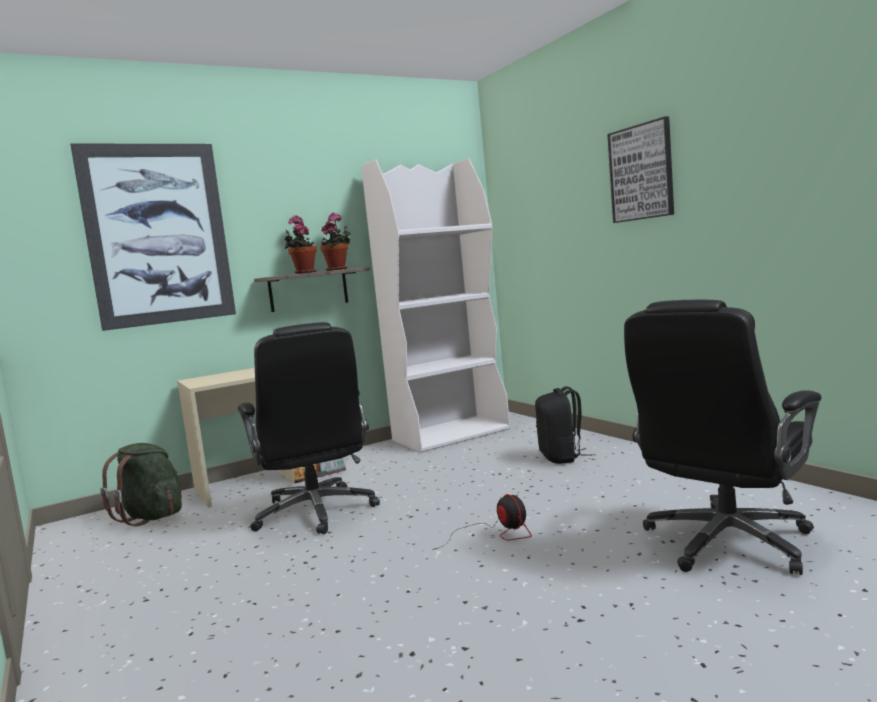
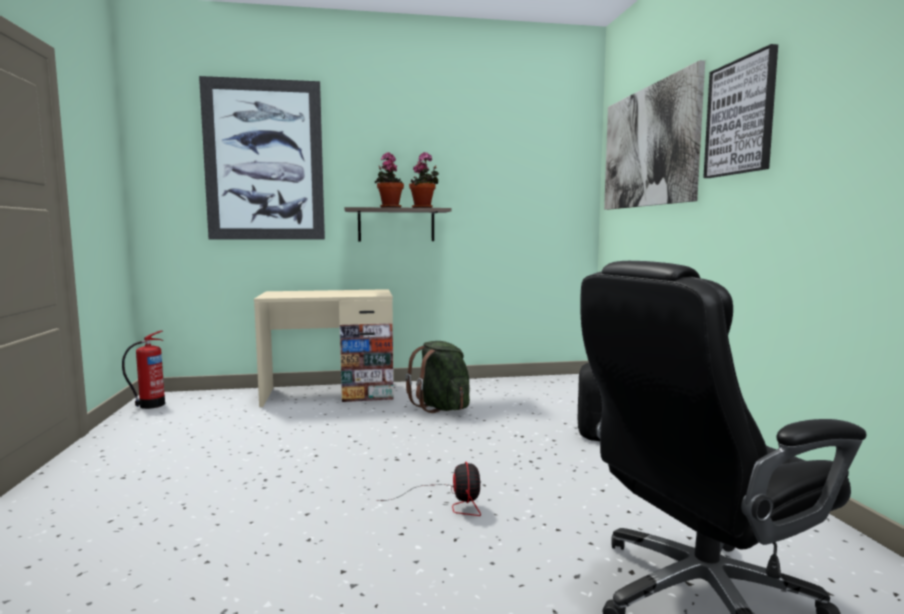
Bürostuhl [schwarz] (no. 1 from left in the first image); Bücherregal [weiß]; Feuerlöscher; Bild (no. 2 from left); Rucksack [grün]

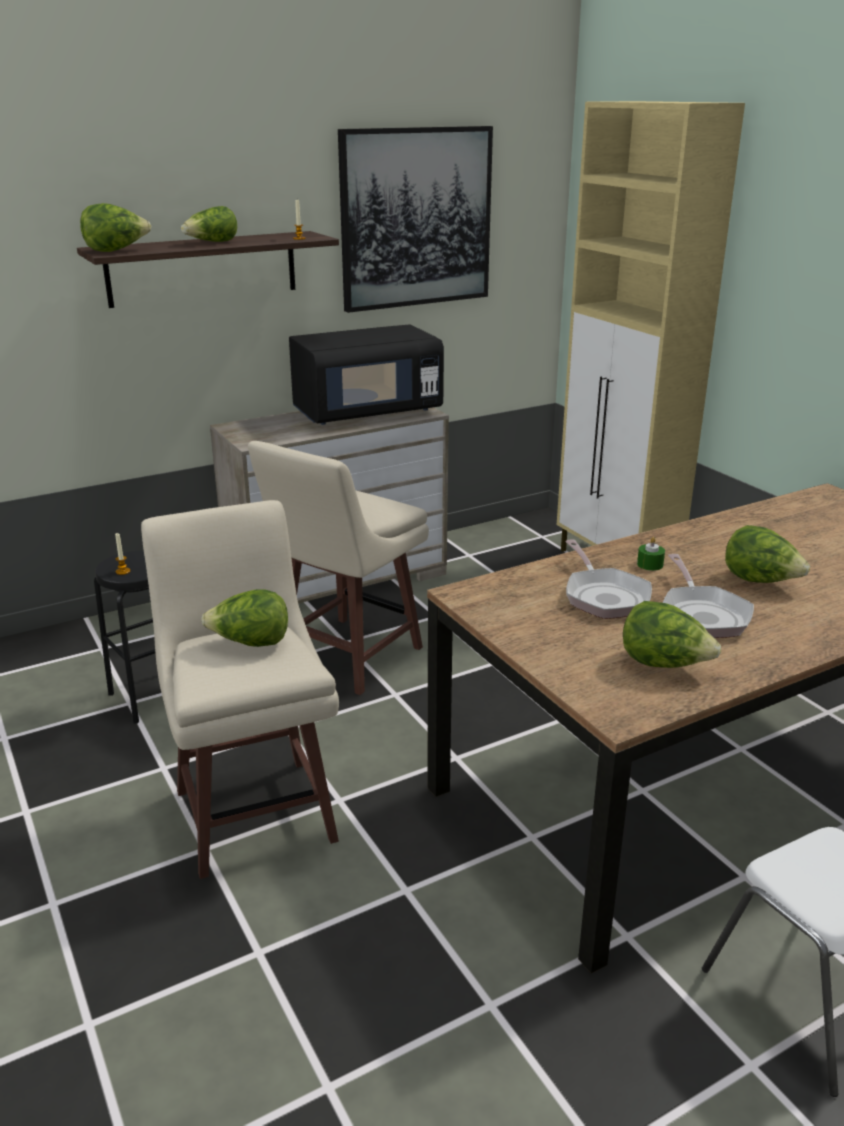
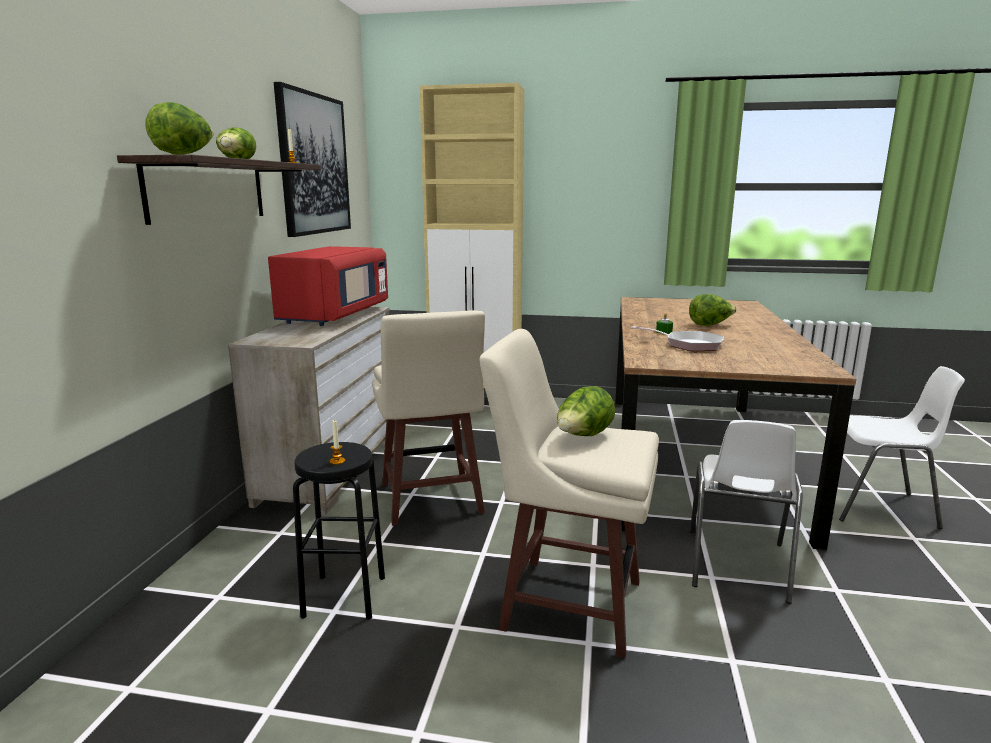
Salatkopf (no. 4 from left in the first image); Pfanne (no. 2 from left in the first image); Stuhl [weiß] (no. 1 from left); Mikrowelle [rot]

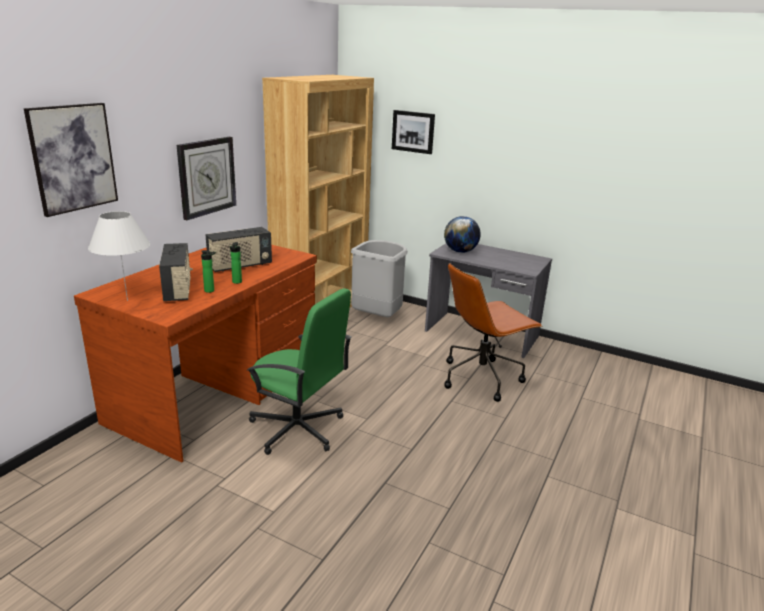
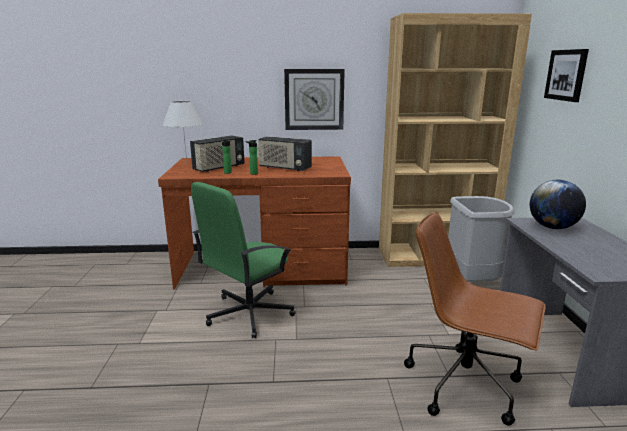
Bild (no. 1 from left in the first image); Bürostuhl [grün]

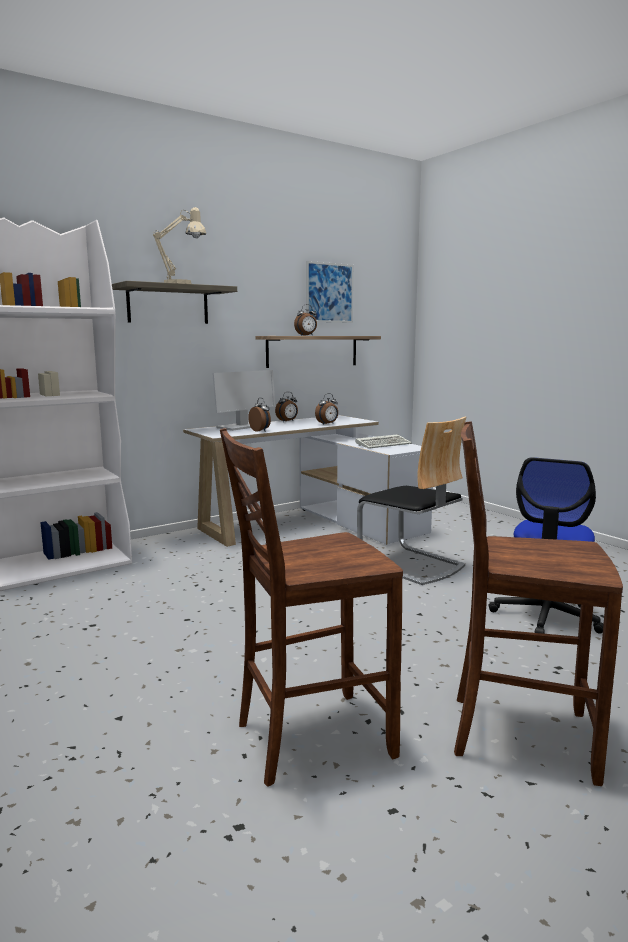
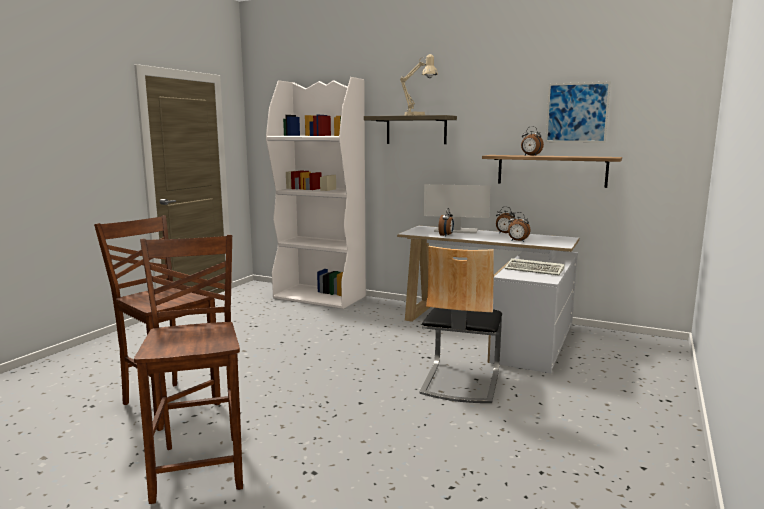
Bürostuhl

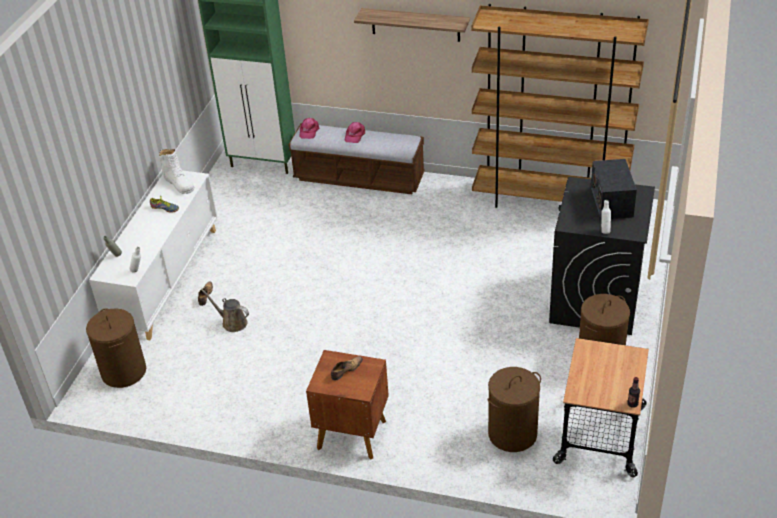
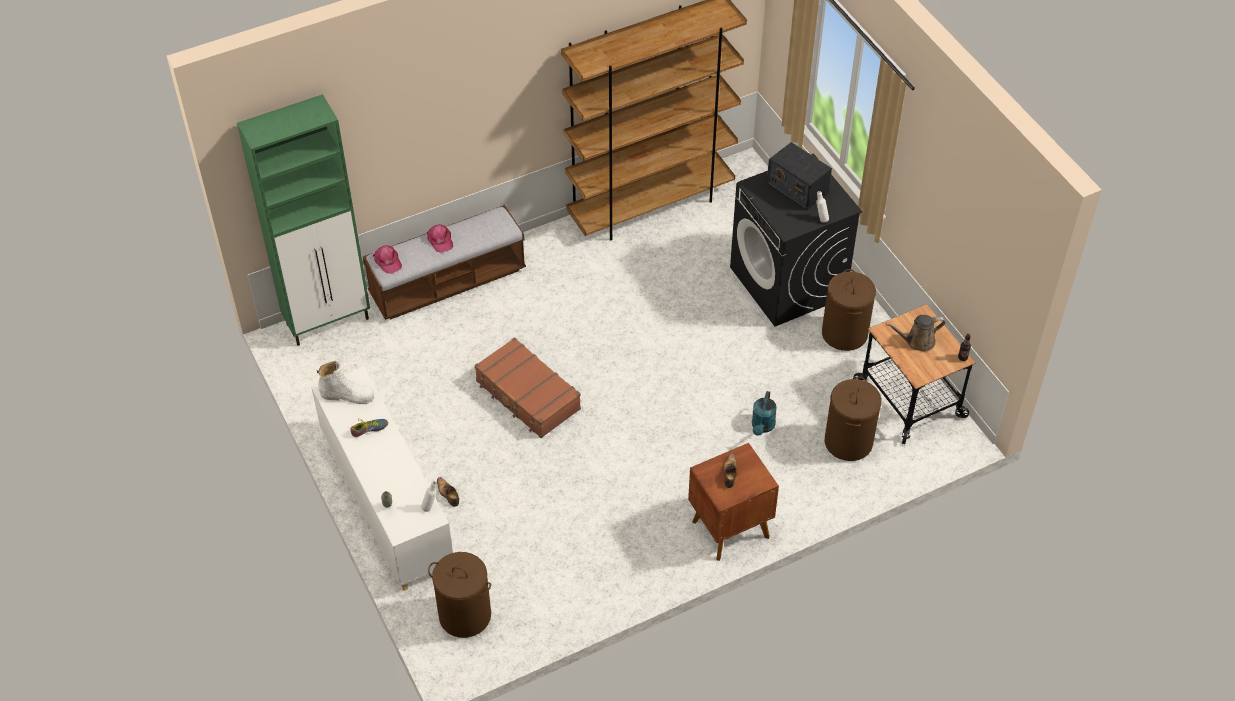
Wandregal; Koffer [braun]; Gießkanne [türkis]; Gießkanne [braun]

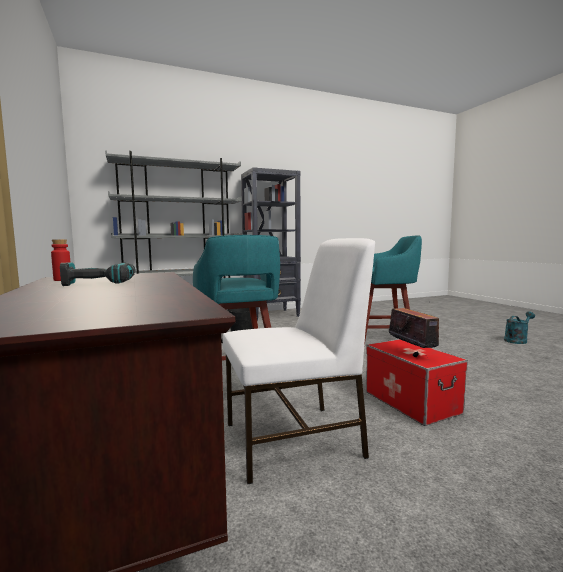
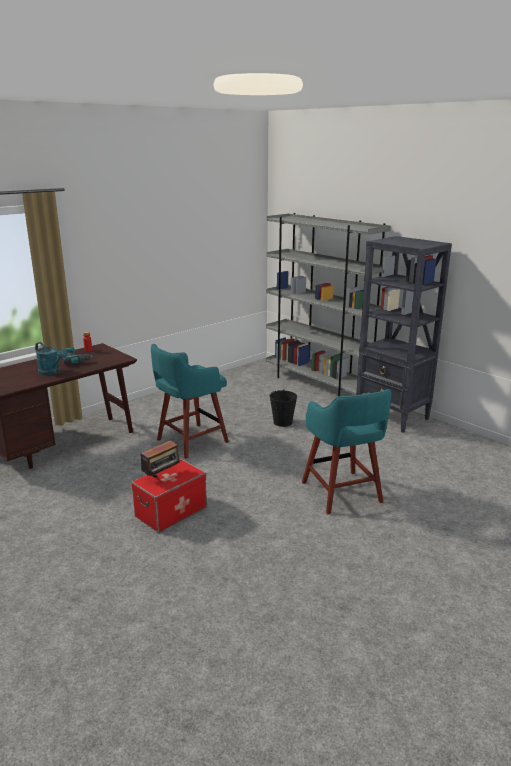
Stuhl [weiß]; Gießkanne [türkis]

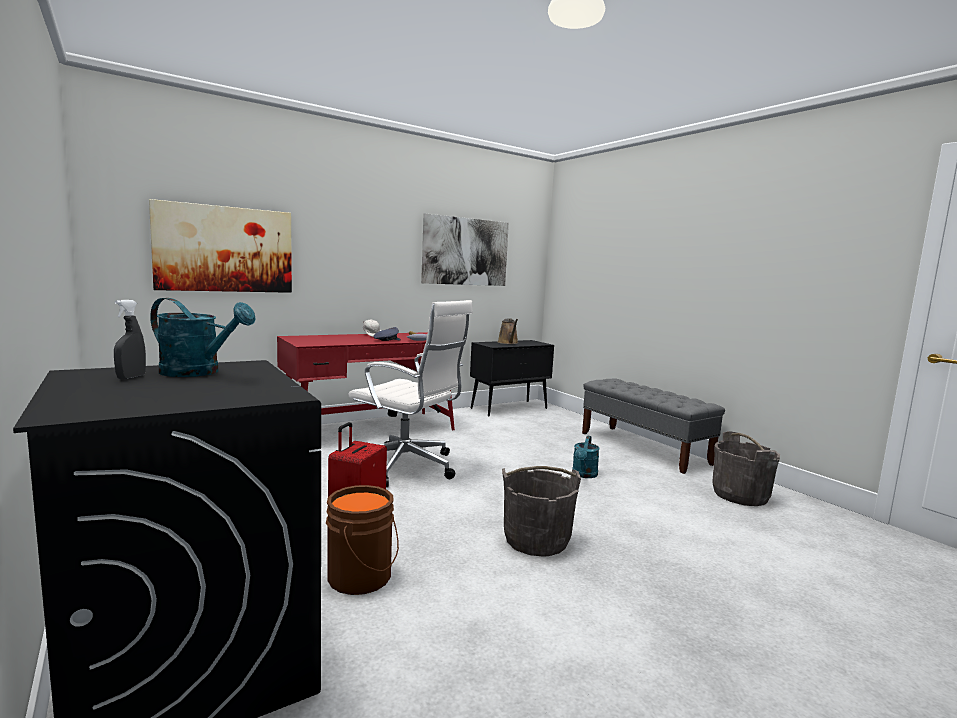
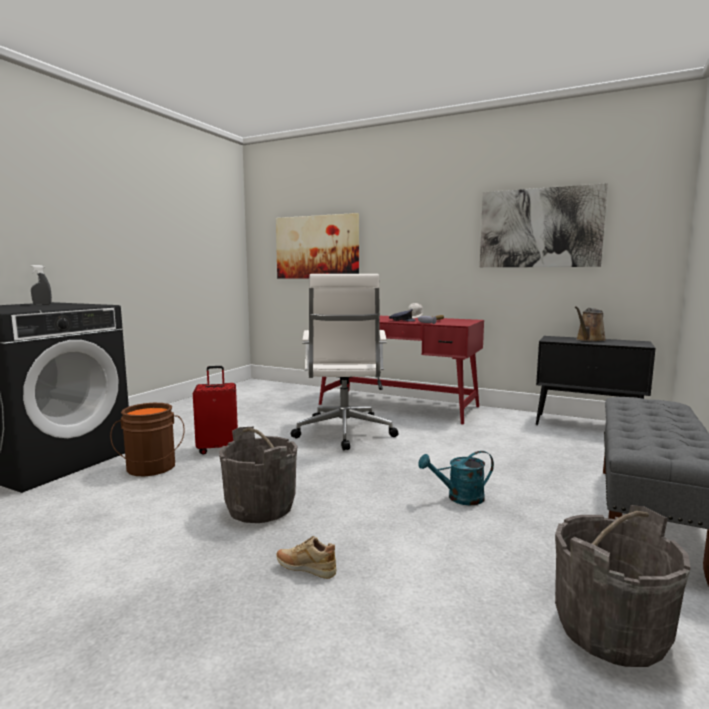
Gießkanne [türkis] (no. 1 from left in the first image); Schuh [beige]

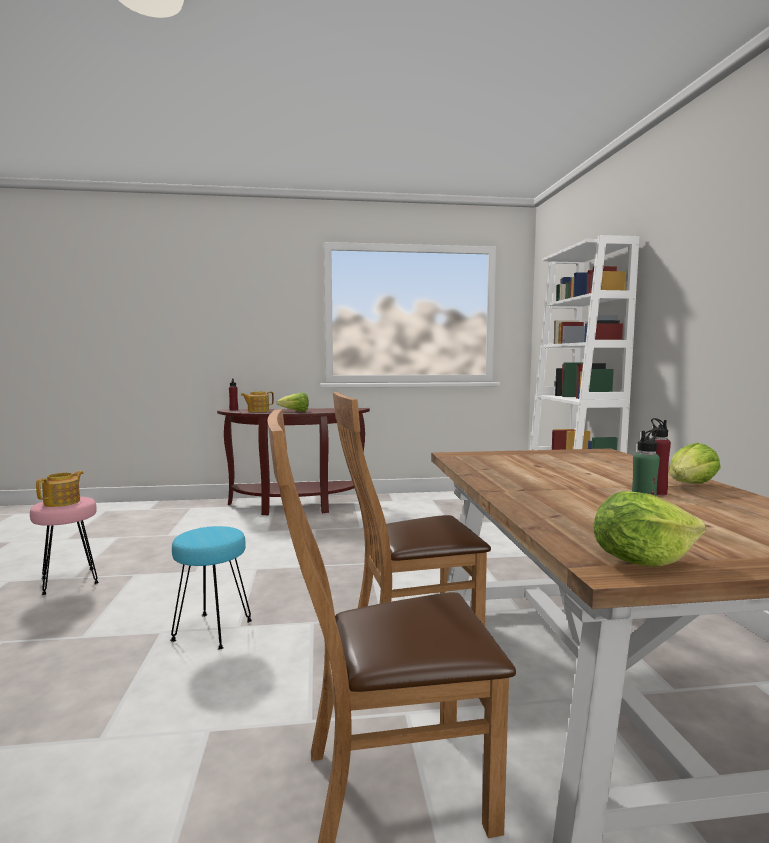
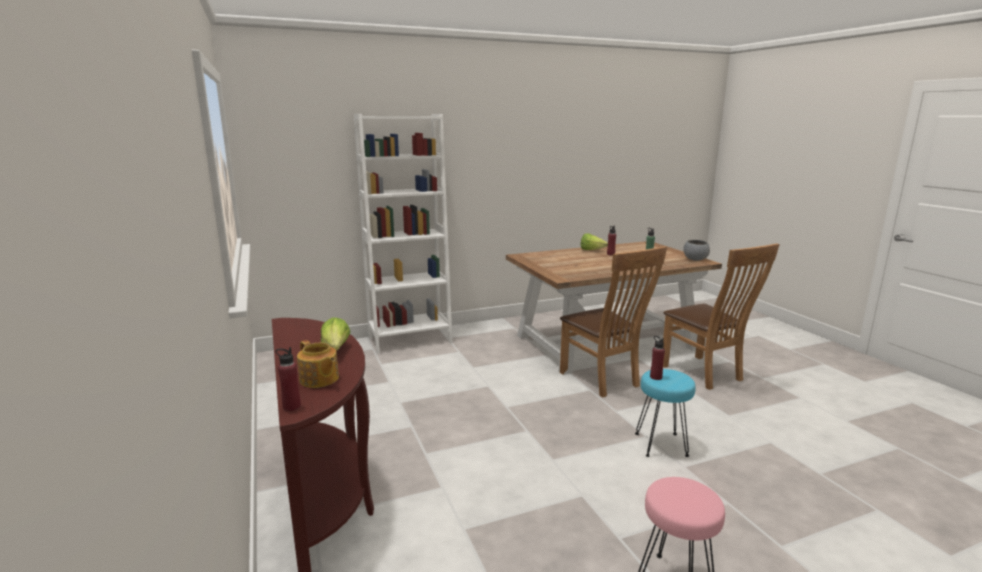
Teekanne (no. 1 from left in the first image); Flasche [rot] (no. 3 from left); Schüssel [grau]

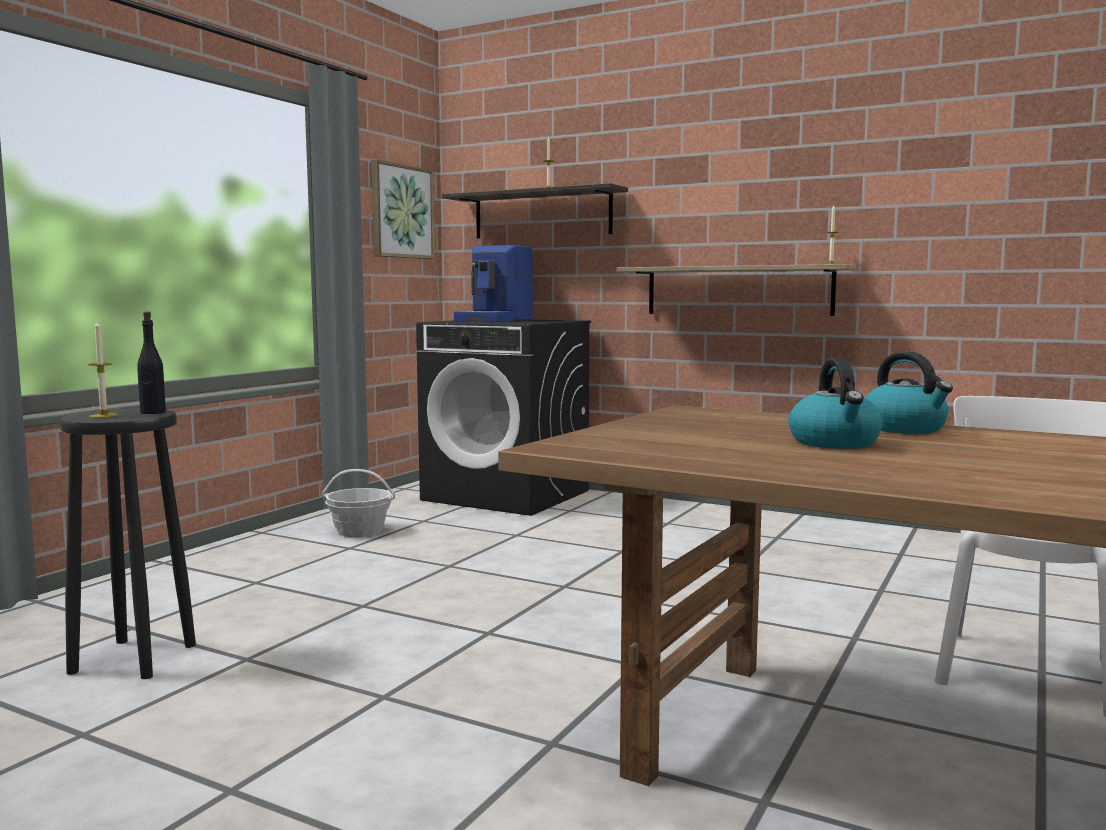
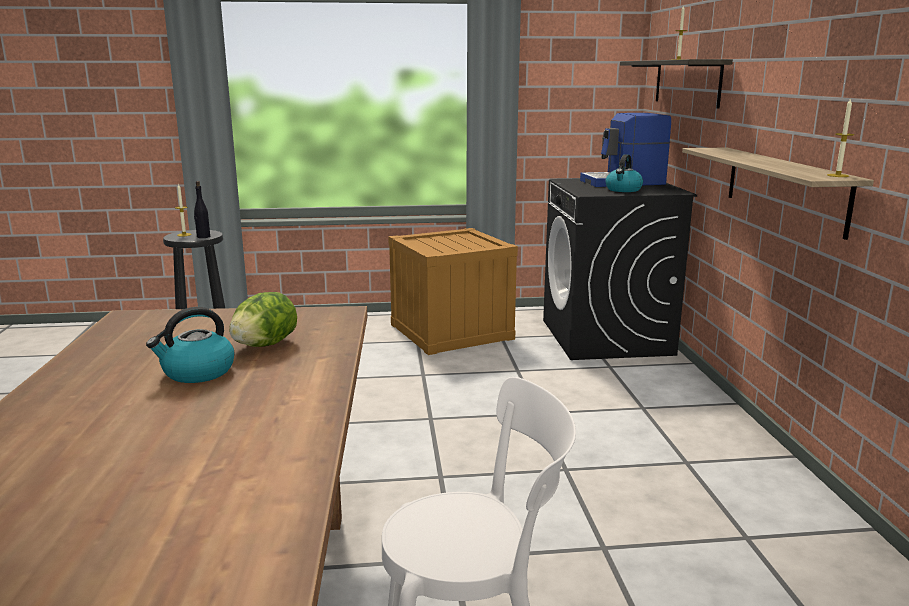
Bild; Salatkopf; Wasserkessel (no. 2 from left); Kiste

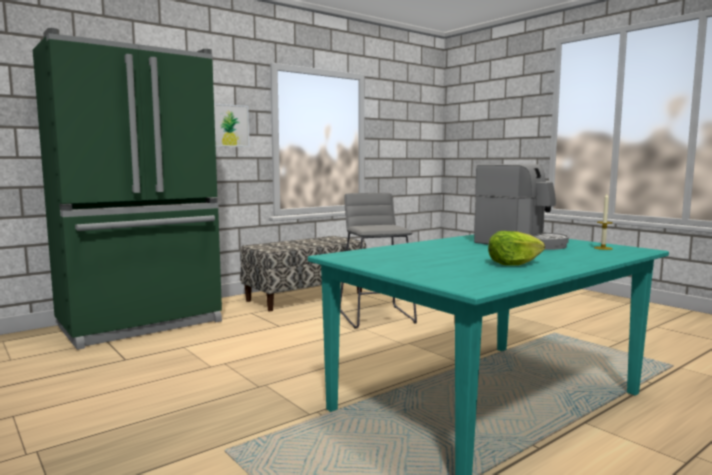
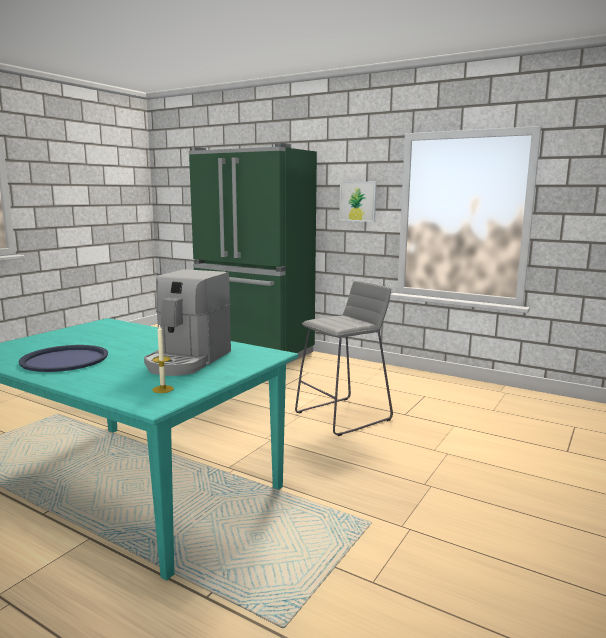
Bank; Tablett [blau]

